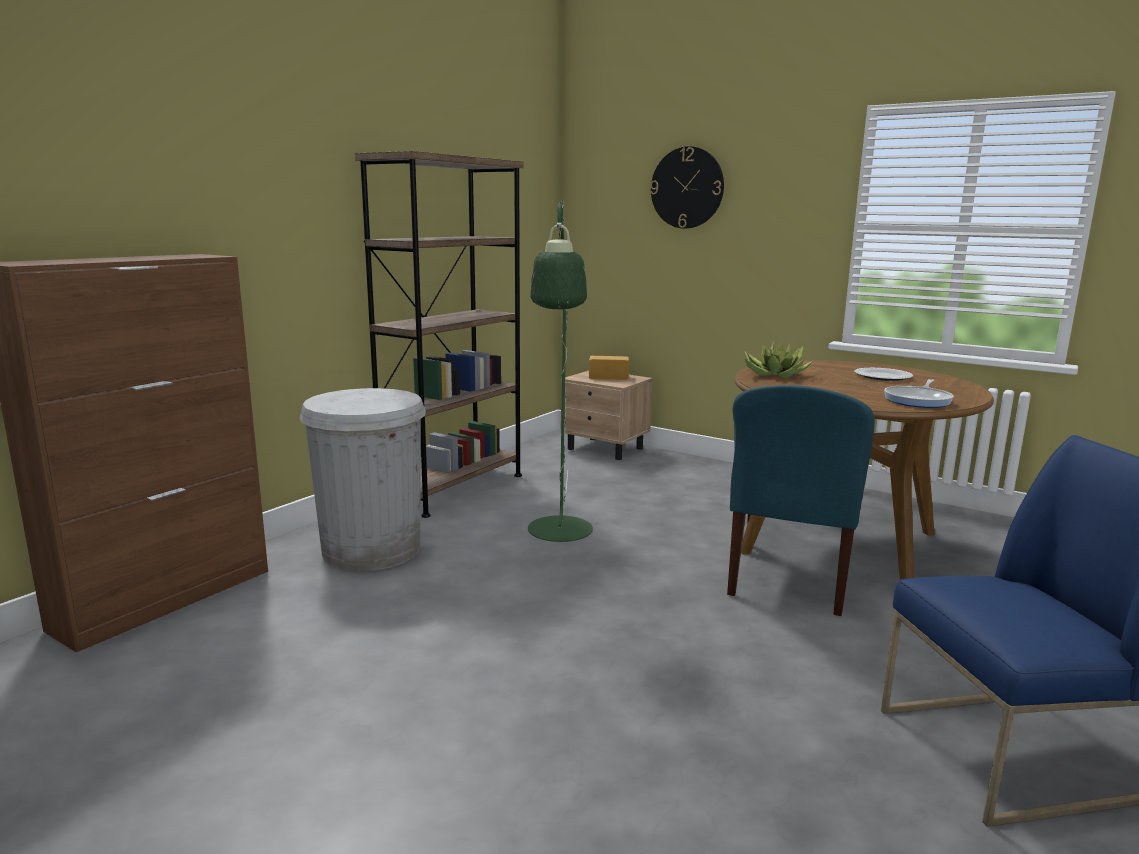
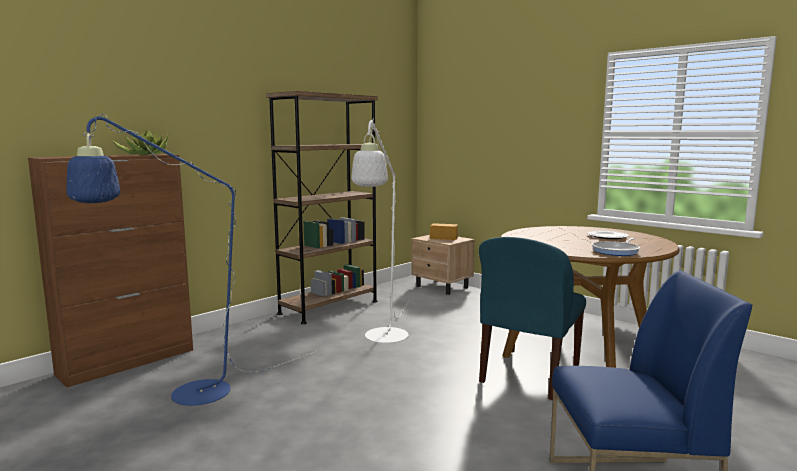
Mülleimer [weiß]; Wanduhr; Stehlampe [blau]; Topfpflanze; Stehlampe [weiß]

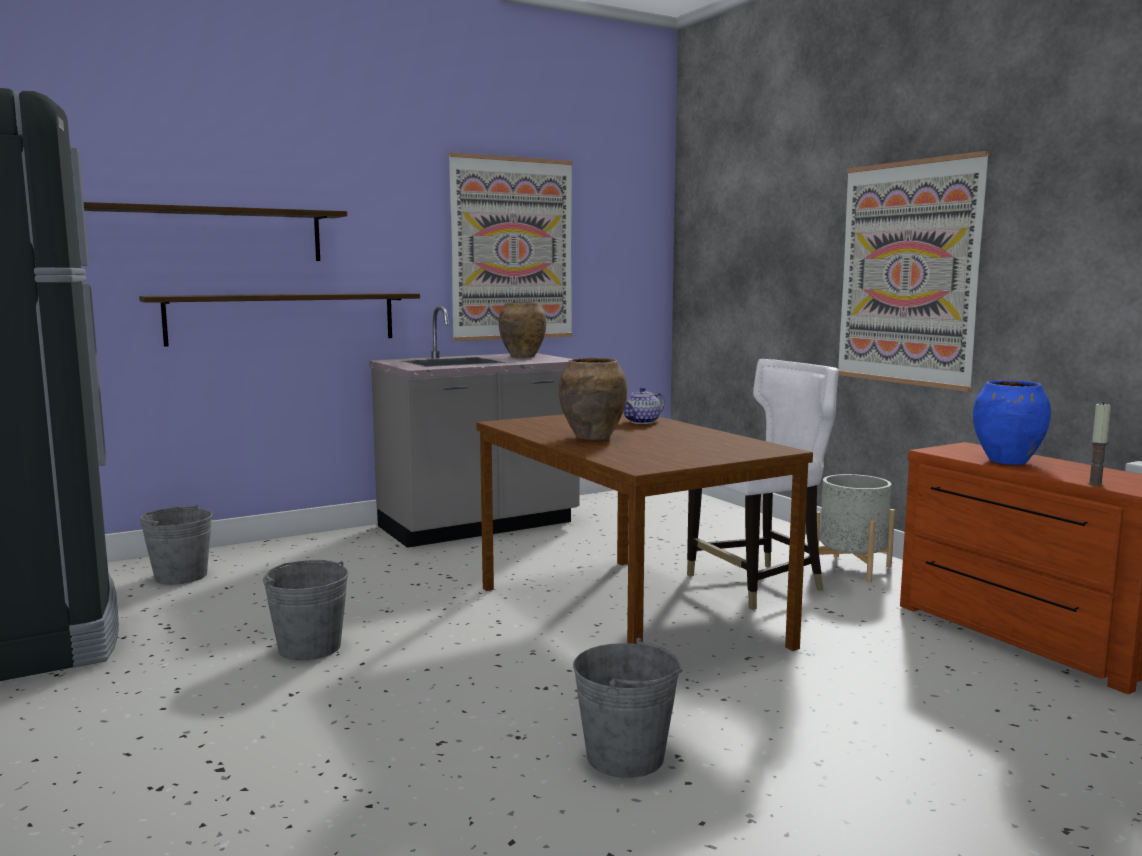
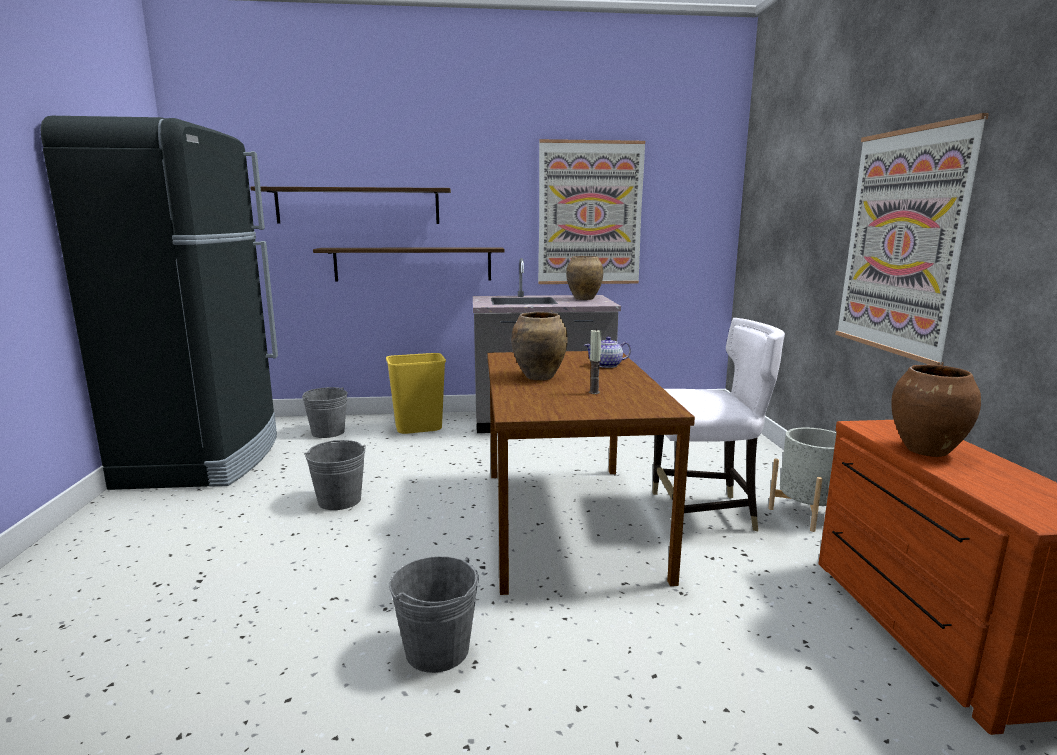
Mülleimer [gelb]; Kerze; Vase [braun] (no. 3 from left)

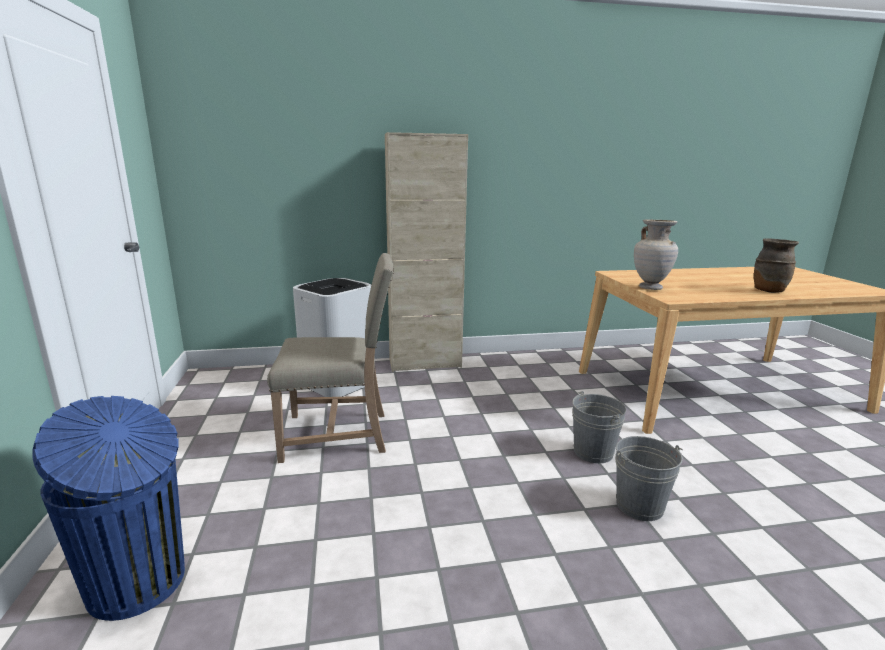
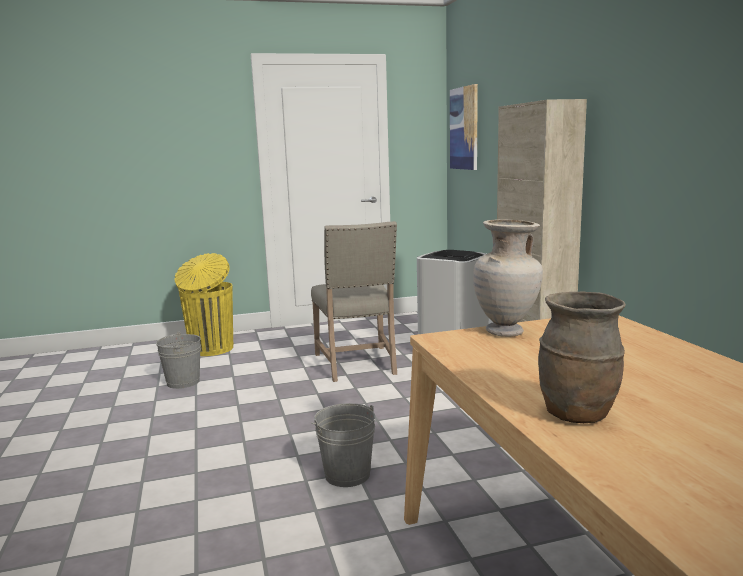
Bild; Eimer [grau] (no. 1 from left); Mülleimer [gelb]

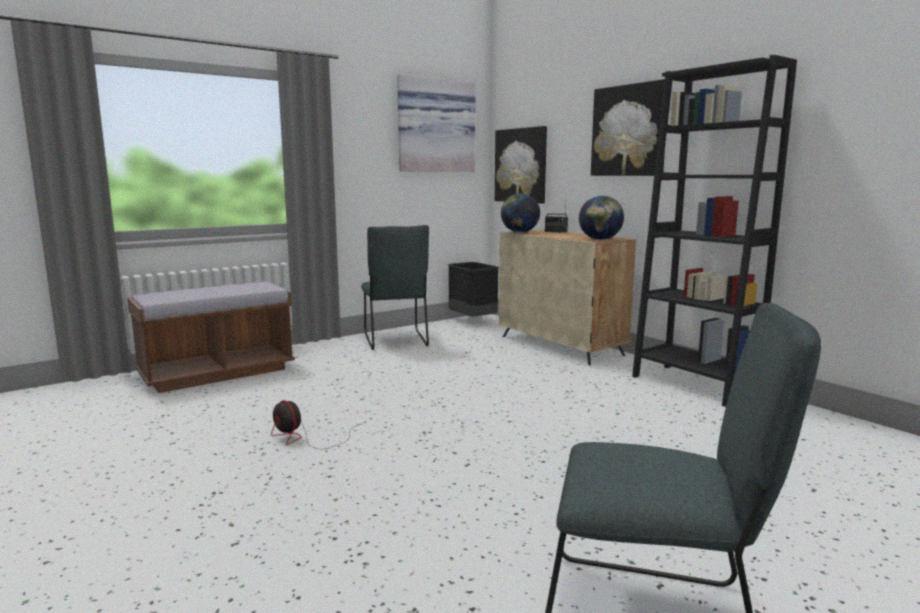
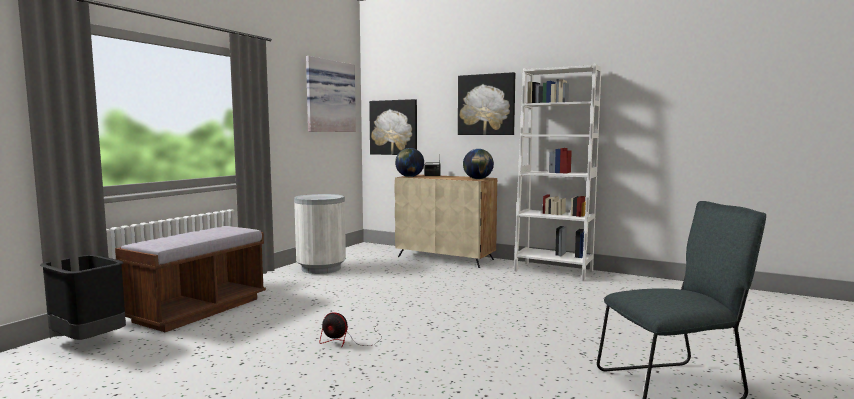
Mülleimer [schwarz]; Mülleimer [weiß]; Bücherregal [weiß]

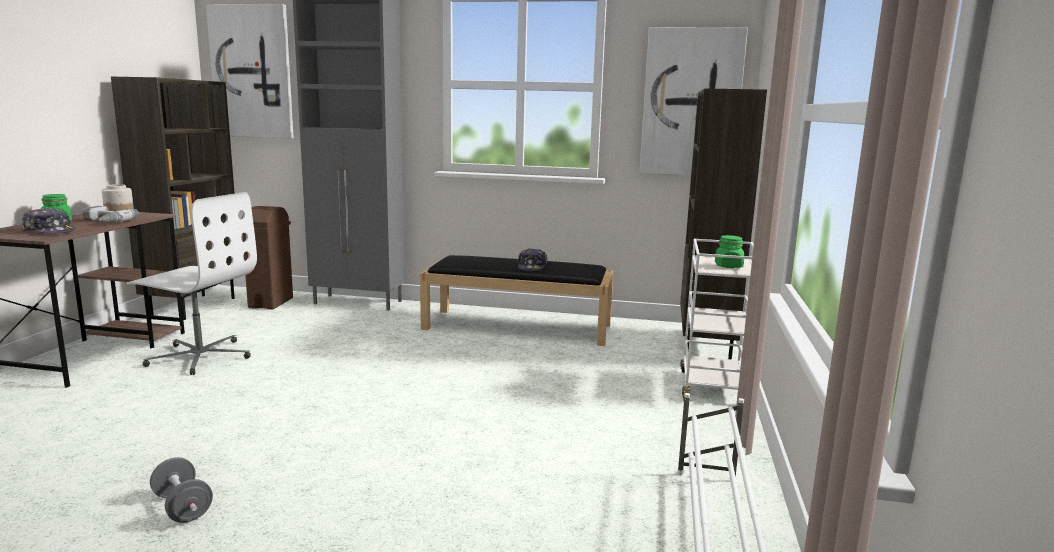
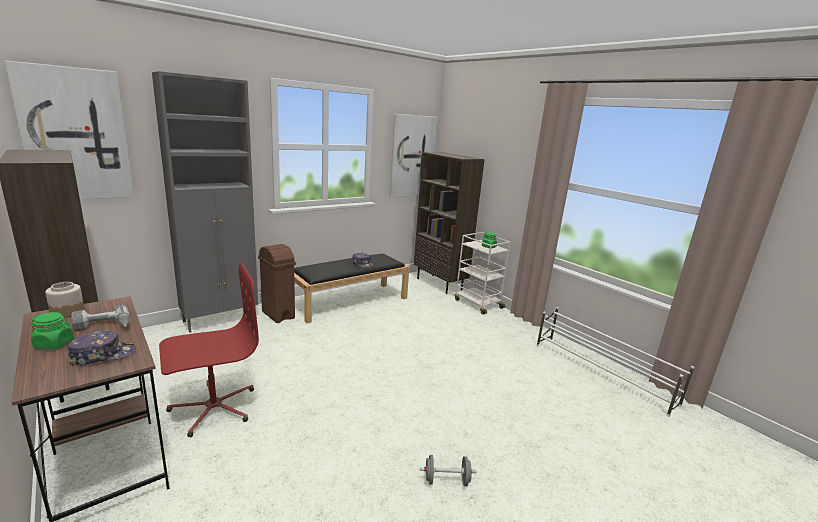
Mülleimer [braun]; Bürostuhl [rot]

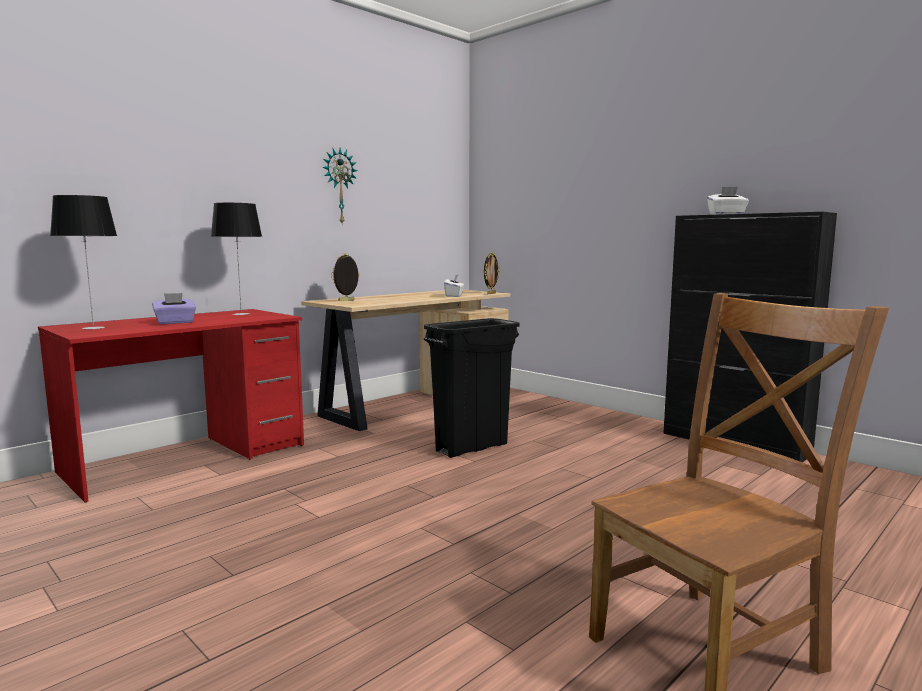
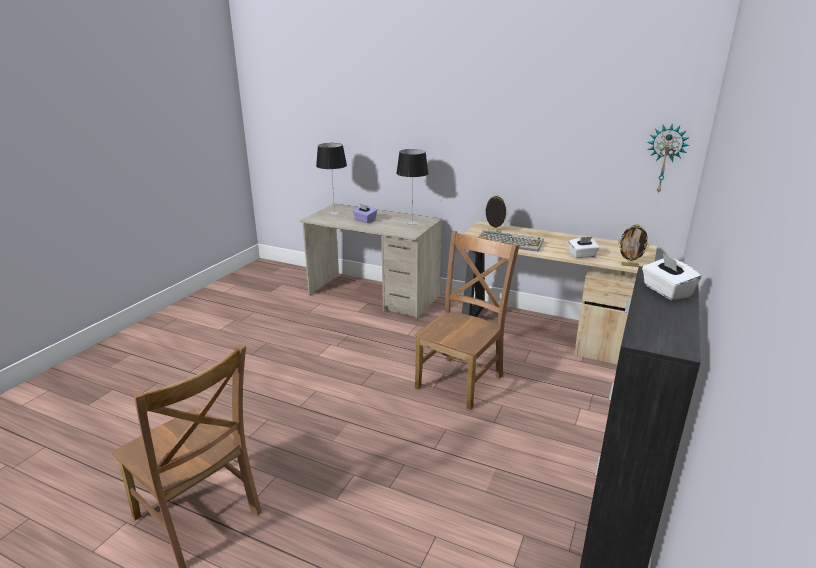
Tastatur; Wanduhr; Stuhl [braun] (no. 2 from left); Schreibtisch [beige] (no. 1 from left)

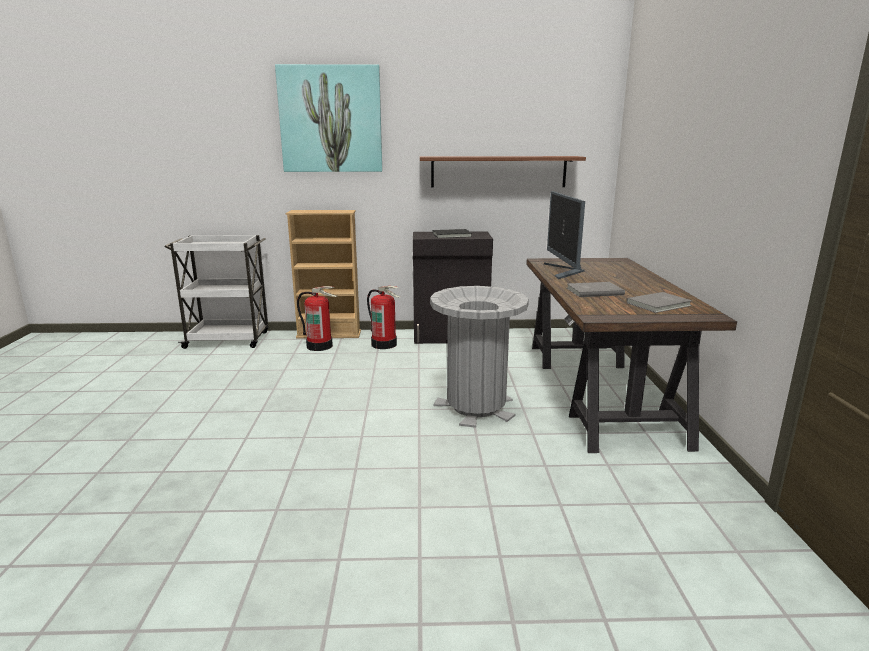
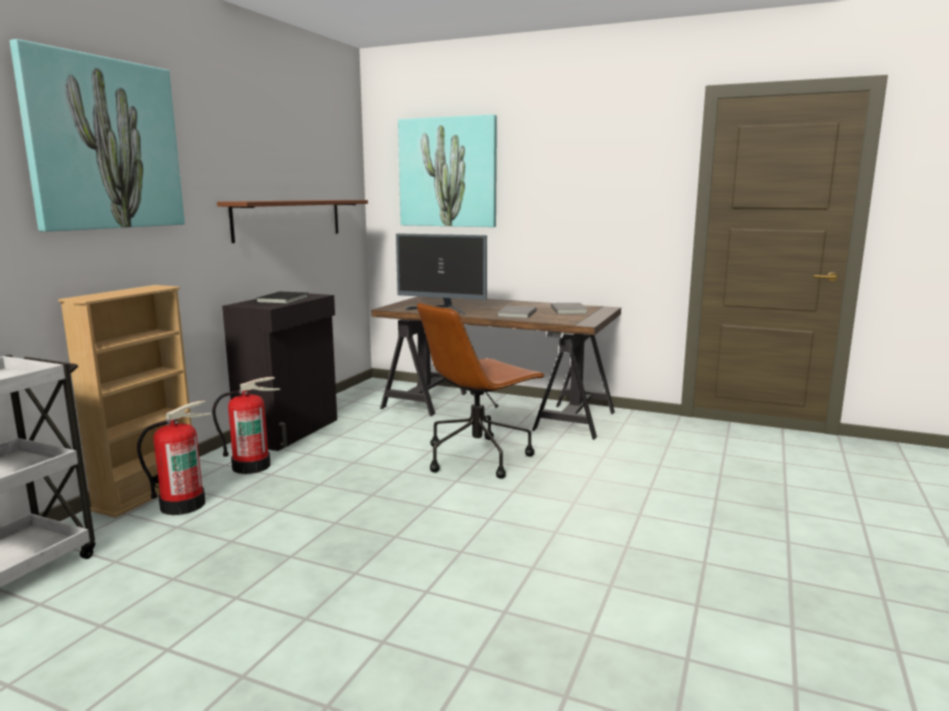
Bild (no. 2 from left); Bürostuhl [braun]

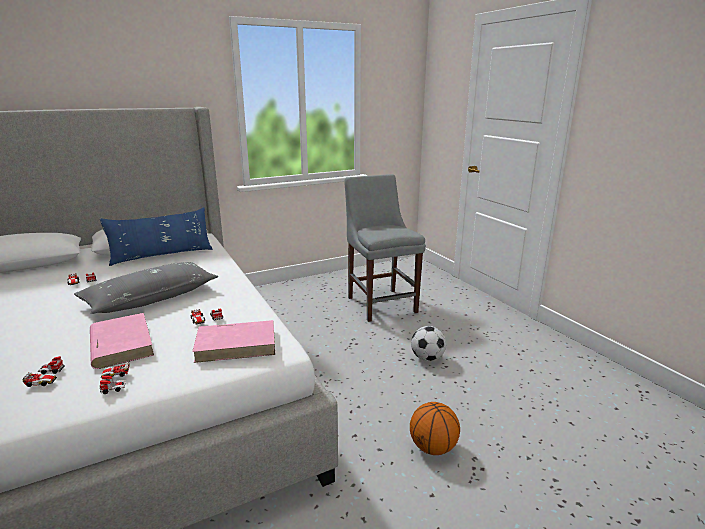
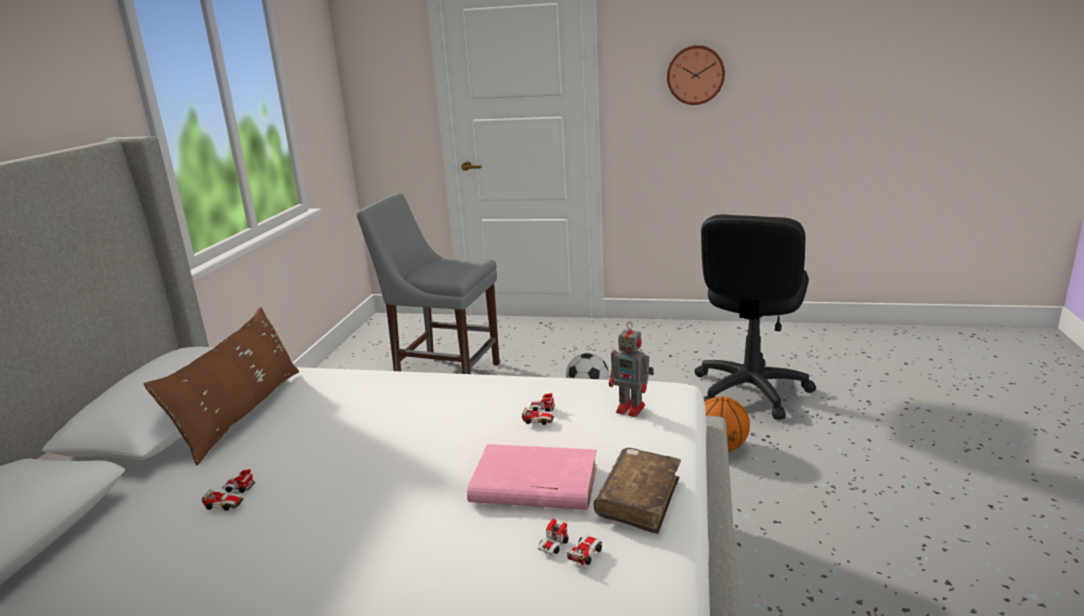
Kissen [grau]; Wanduhr; Bürostuhl [schwarz]; Buch [braun]; Spielzeugroboter; Kissen [braun]

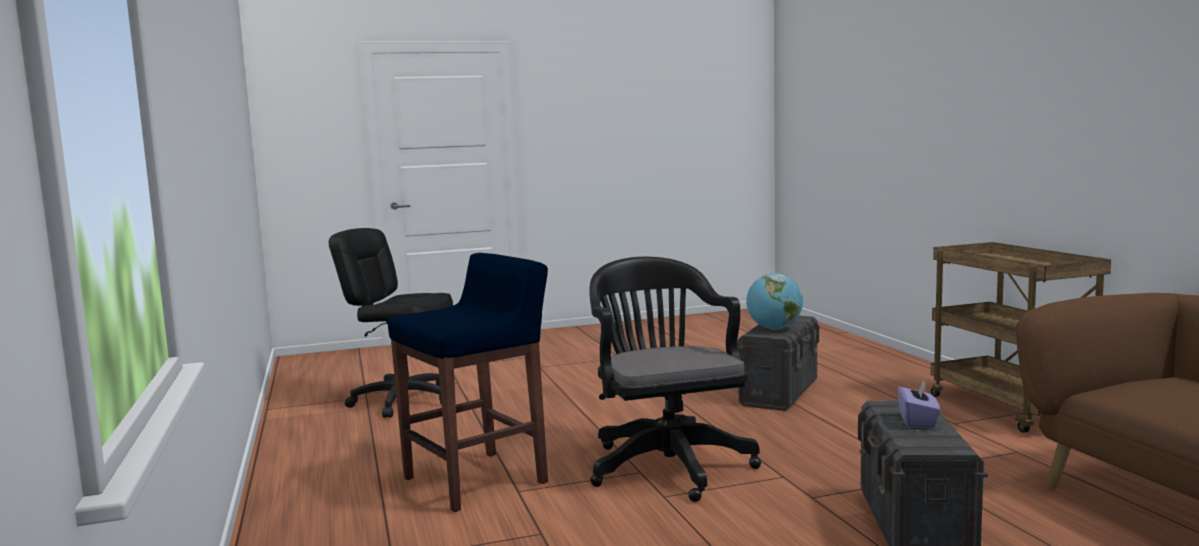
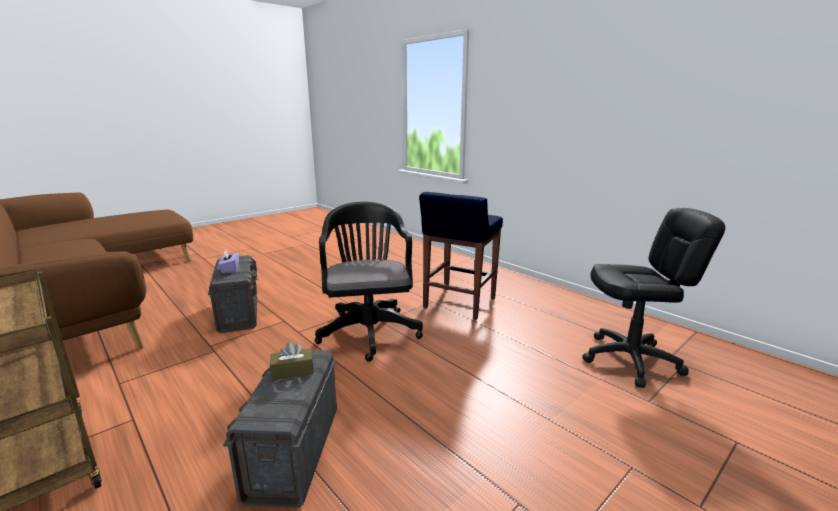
Taschentuchbox [braun]; Bürostuhl [schwarz] (no. 1 from left)

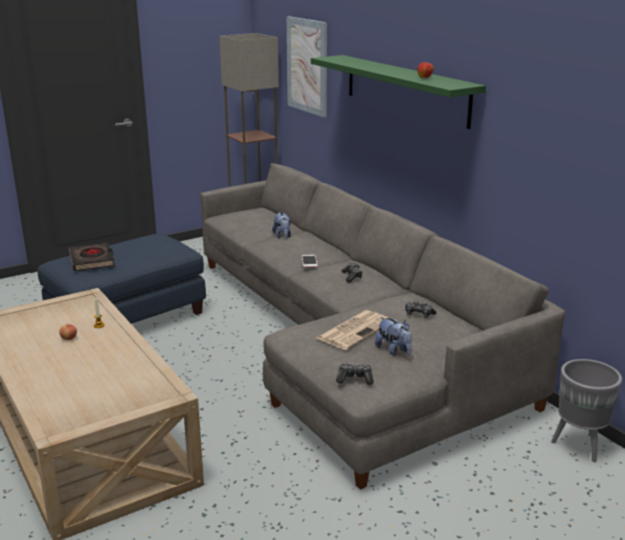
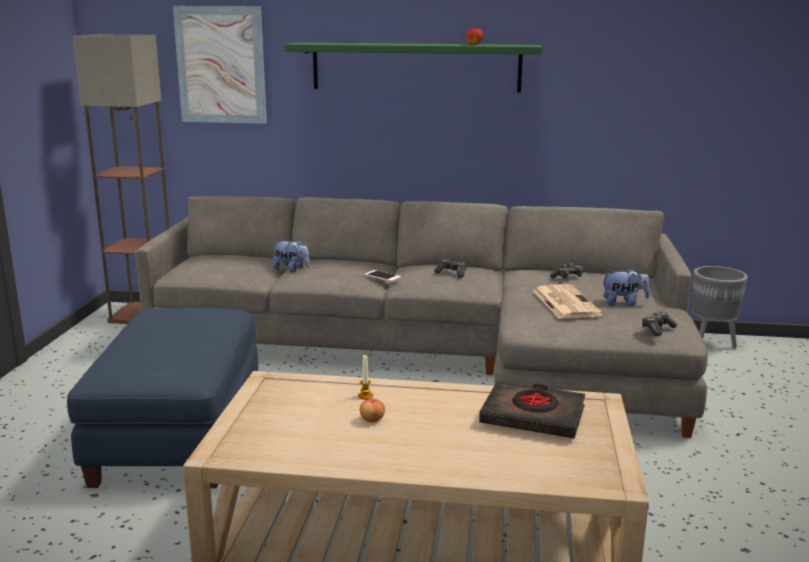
Buch [schwarz]

